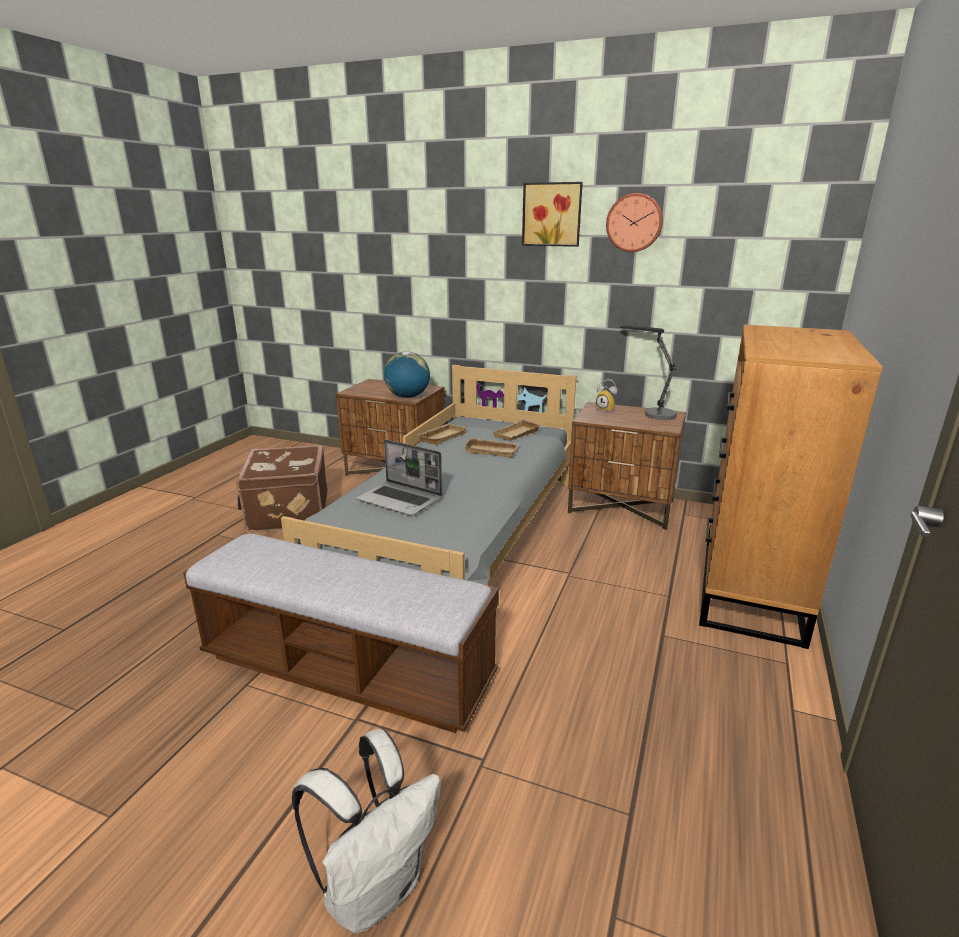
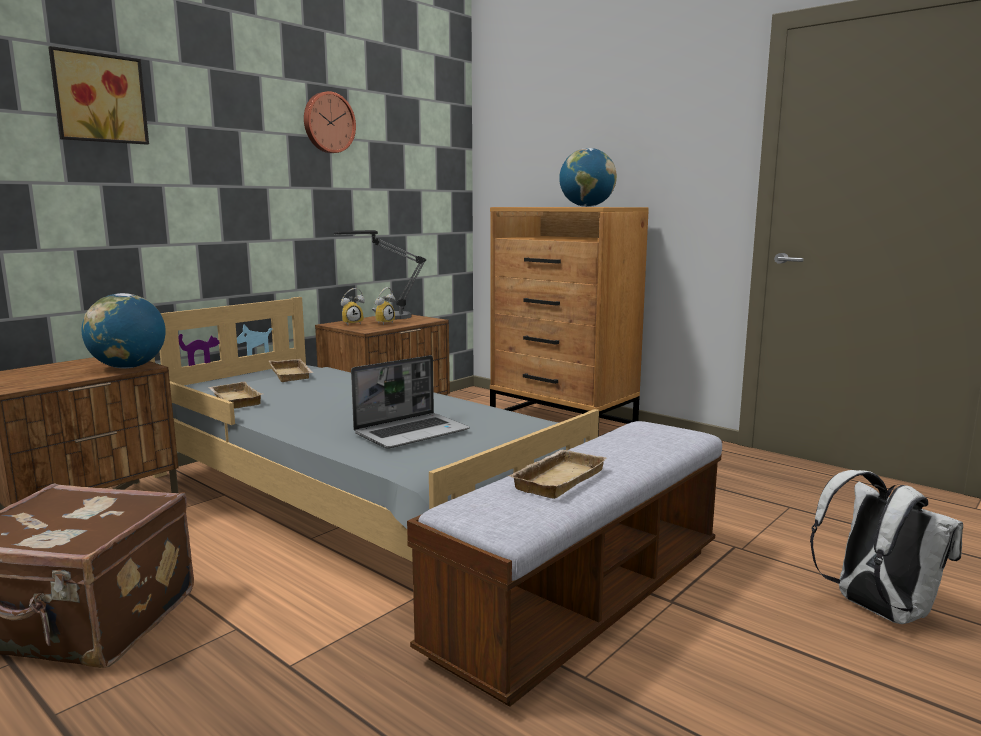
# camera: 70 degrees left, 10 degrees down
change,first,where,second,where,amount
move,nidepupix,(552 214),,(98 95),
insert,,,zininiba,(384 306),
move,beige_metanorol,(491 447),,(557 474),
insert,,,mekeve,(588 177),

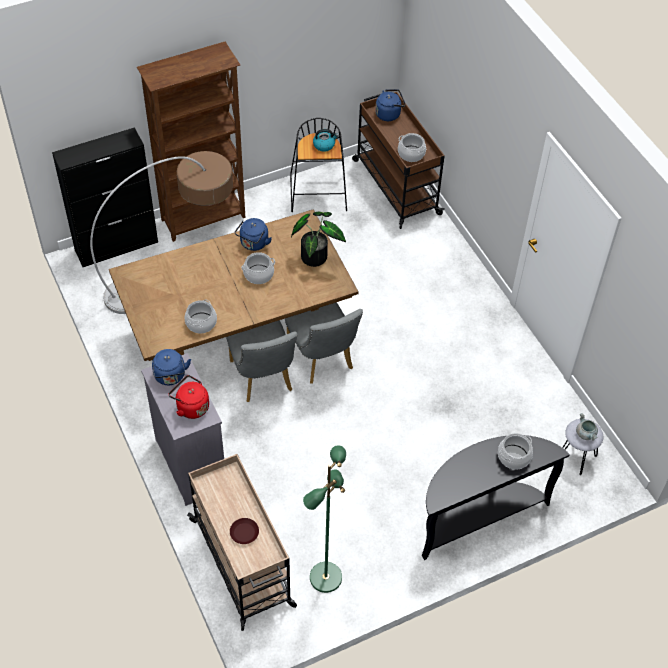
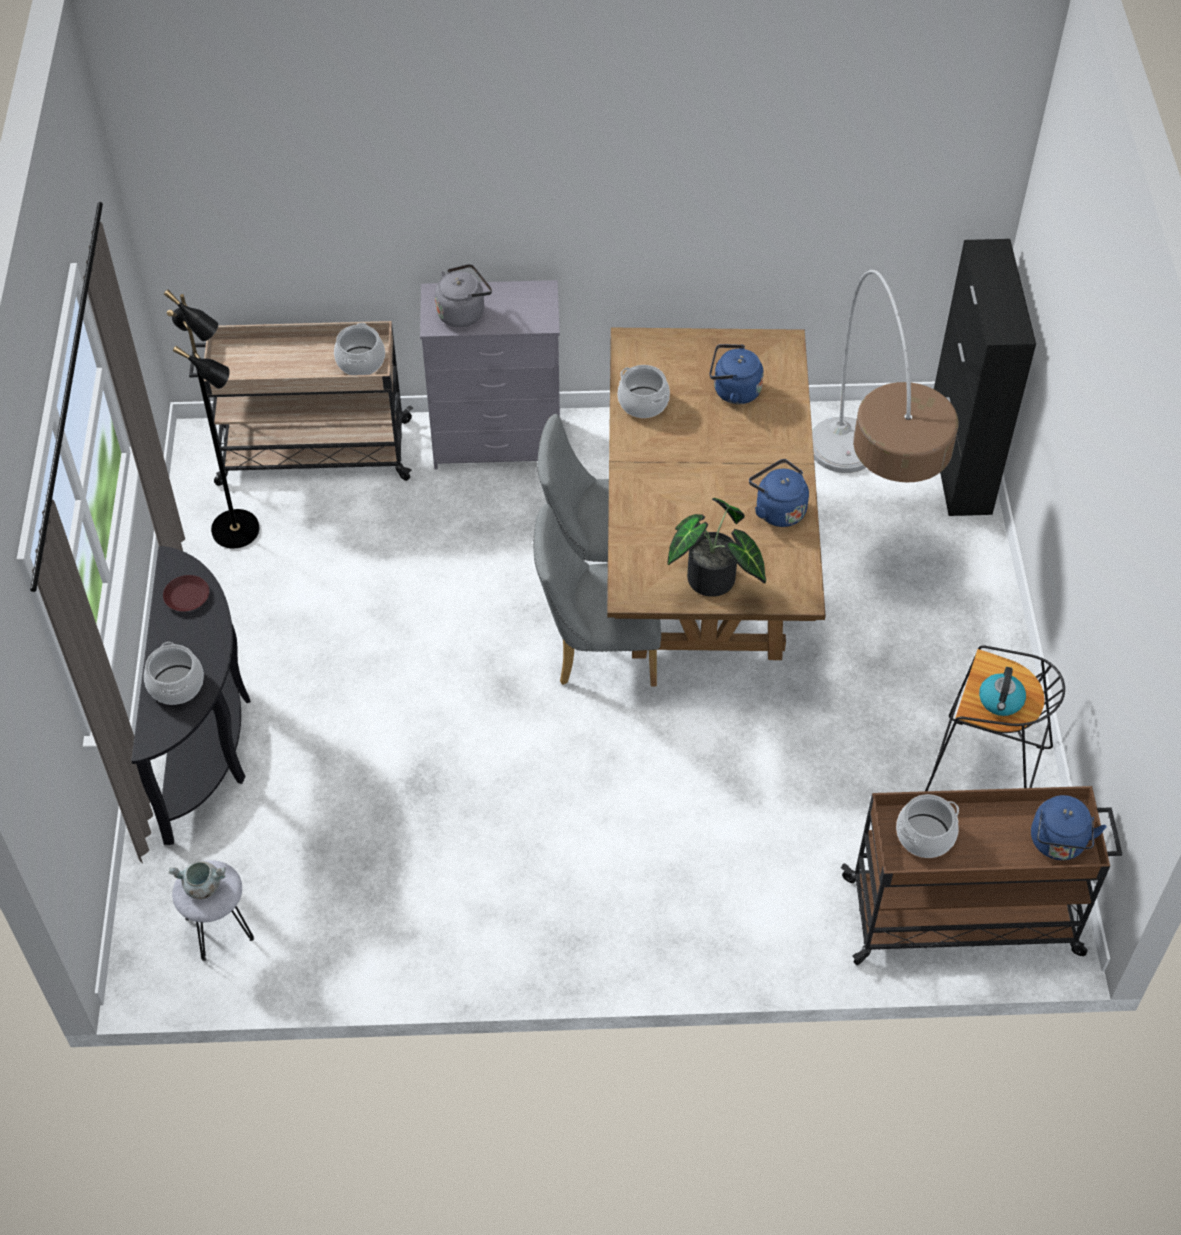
# camera: 115 degrees right, 0 degrees up
change,first,where,second,where,amount
move,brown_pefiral,(244 531),,(186 593),
recolor,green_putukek,(324 519),black_putukek,(211 419),
move,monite,(258 268),,(359 349),
recolor,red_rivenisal,(188 397),grey_rivenisal,(463 295),
move,blue_rivenisal,(171 367),,(737 374),
delete,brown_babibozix,(191 142),,,

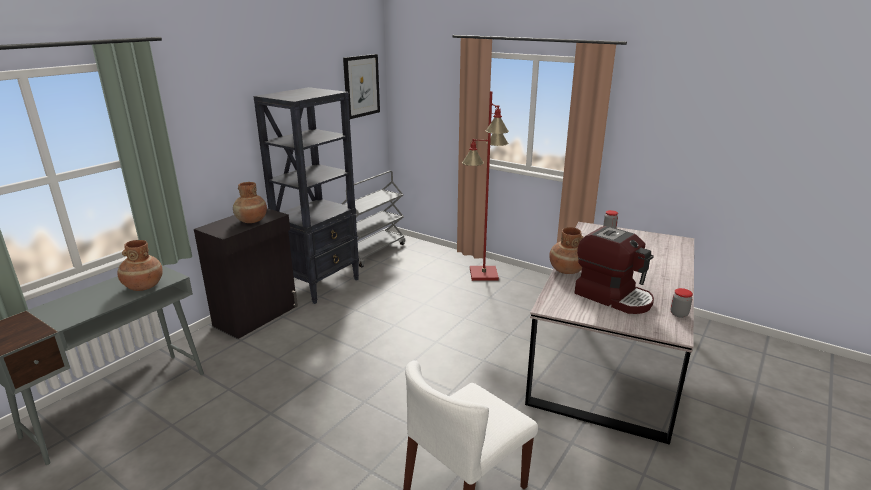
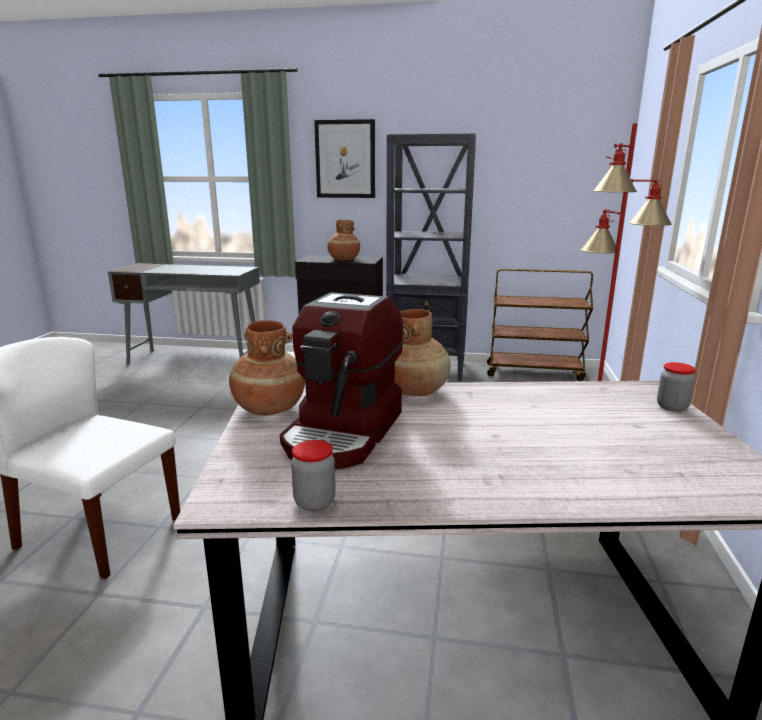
# camera: 65 degrees right, 5 degrees down
change,first,where,second,where,amount
move,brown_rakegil,(140 265),,(267 367),
move,nidepupix,(361 86),,(344 158),
recolor,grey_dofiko,(373 219),brown_dofiko,(540 325),

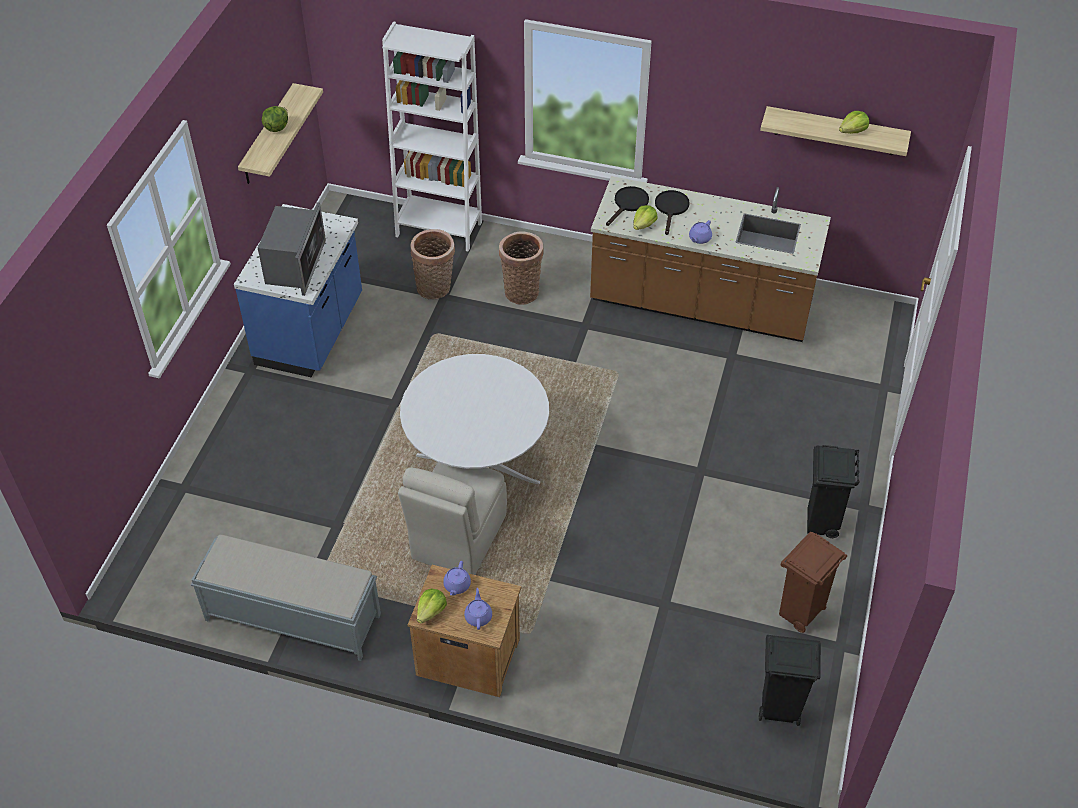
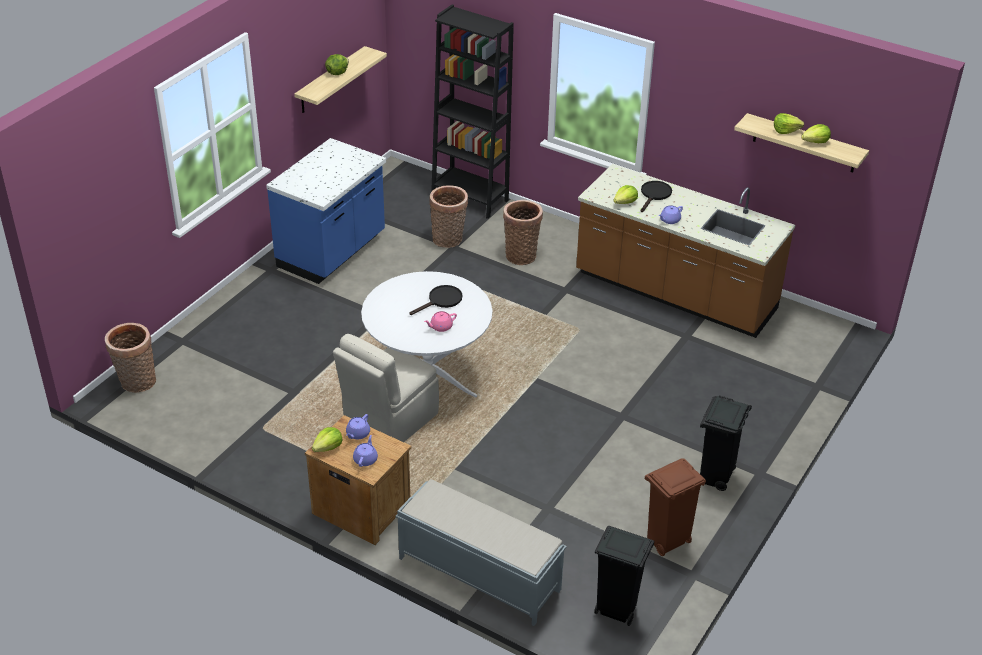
# camera: 15 degrees right, 10 degrees down
change,first,where,second,where,amount
insert,,,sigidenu,(130 358),
move,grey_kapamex,(286 598),,(481 552),
move,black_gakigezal,(627 206),,(435 300),
insert,,,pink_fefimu,(440 321),
recolor,white_babibozix,(432 136),black_babibozix,(472 112),
insert,,,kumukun,(789 123),
delete,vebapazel,(292 249),,,

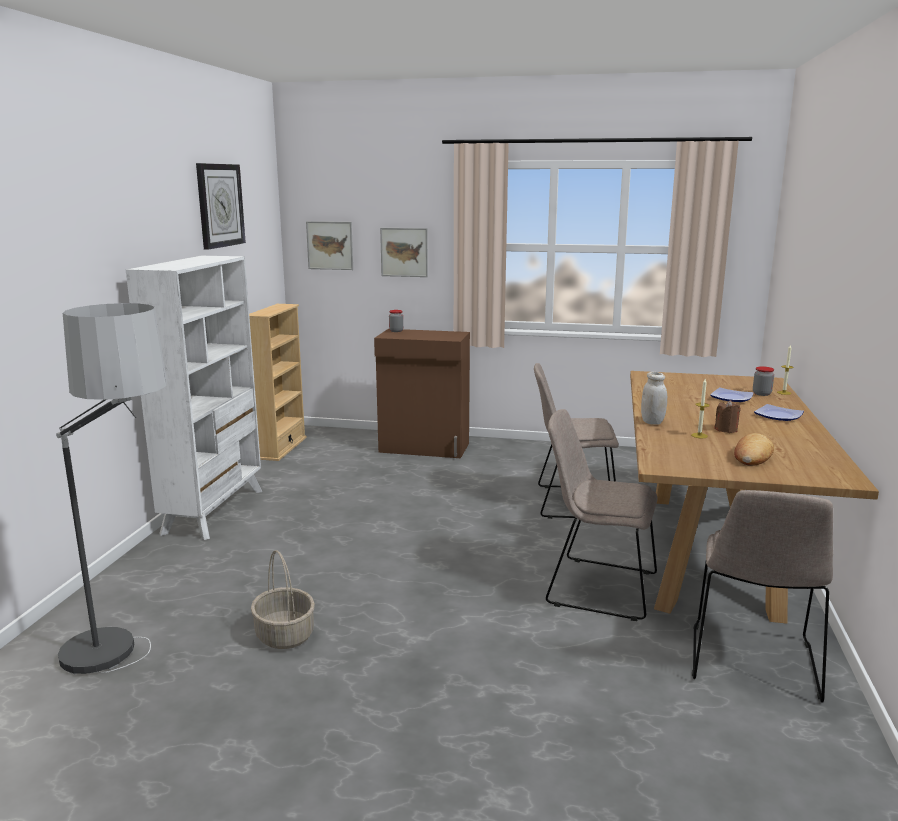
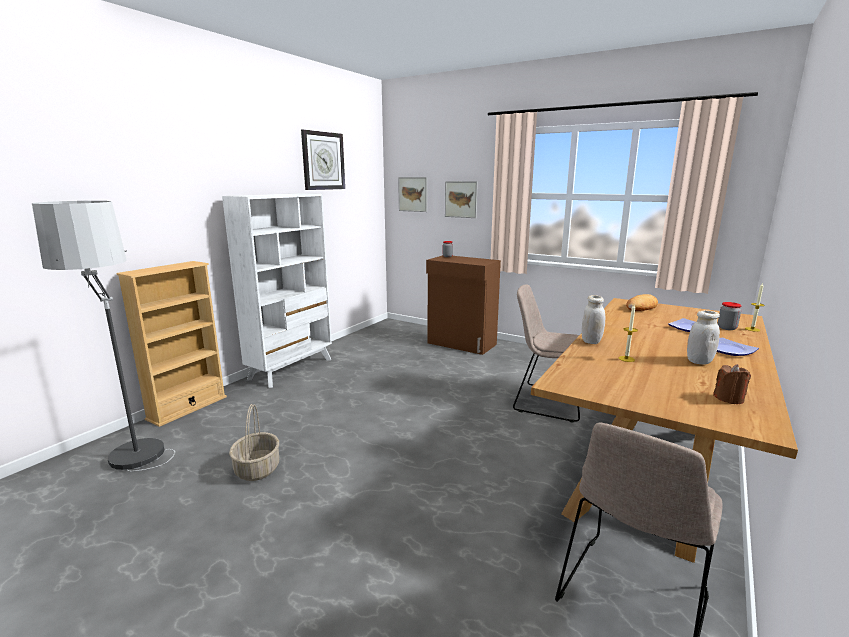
# camera: 20 degrees right, 0 degrees up
change,first,where,second,where,amount
move,beige_babibozix,(278 382),,(171 344),
move,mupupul,(754 449),,(642 302),
insert,,,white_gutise,(703 338),
move,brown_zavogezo,(727 416),,(732 384),
delete,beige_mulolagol,(602 515),,,

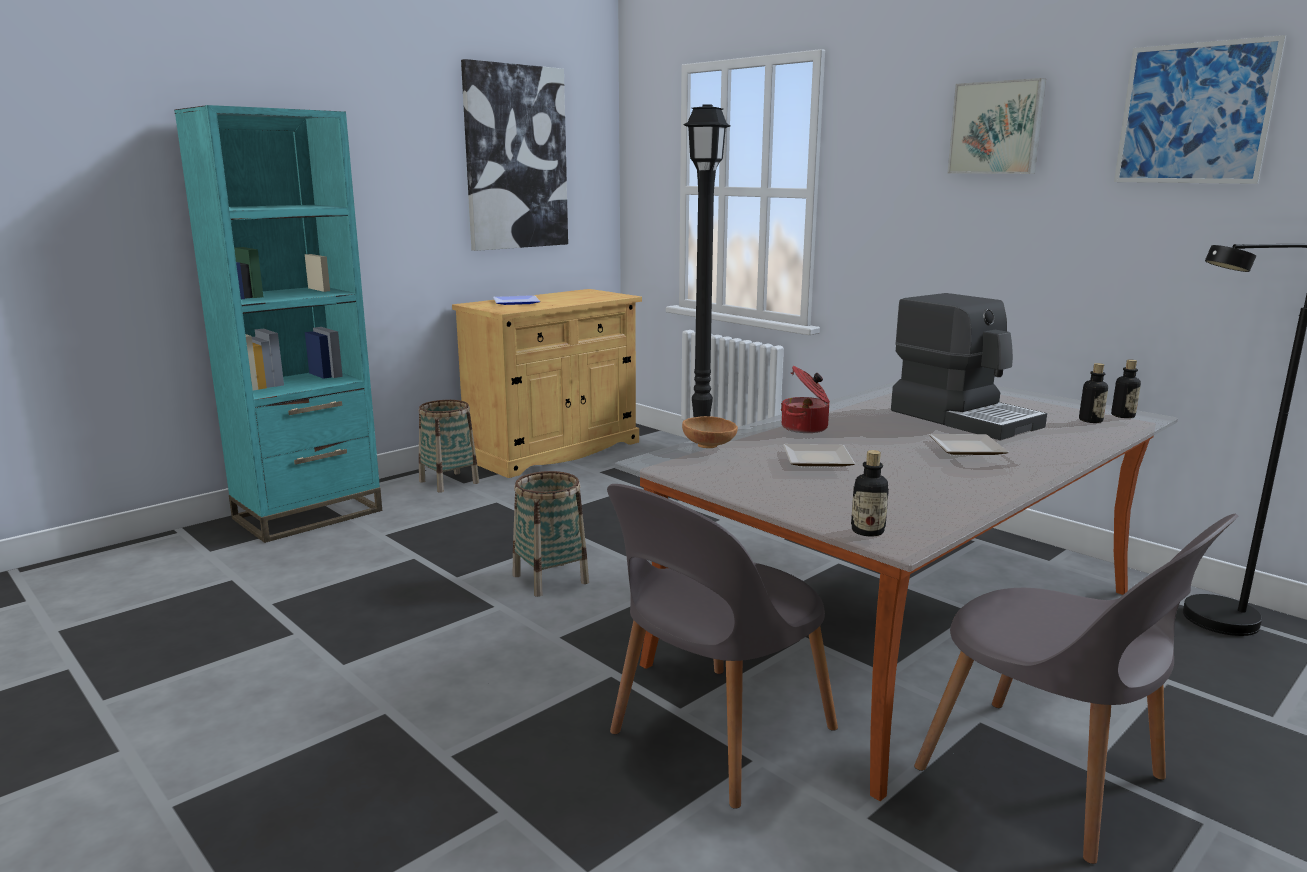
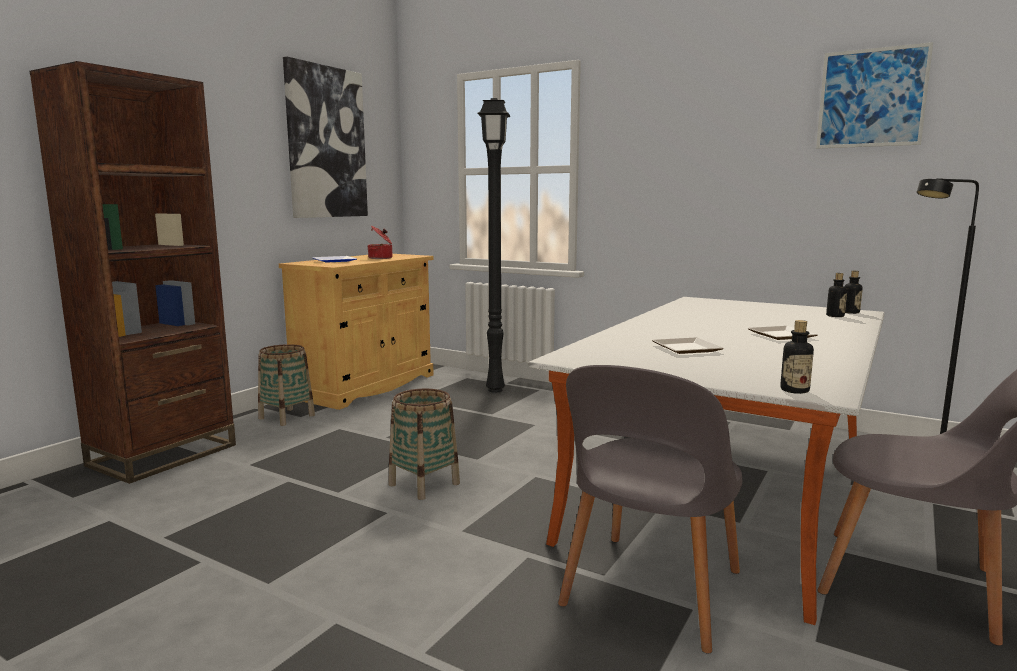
# camera: 15 degrees left, 5 degrees down
change,first,where,second,where,amount
recolor,turquoise_babibozix,(278 324),brown_babibozix,(132 272),
move,monite,(805 399),,(380 242),
delete,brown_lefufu,(710 432),,,
delete,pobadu,(969 366),,,
delete,nidepupix,(997 126),,,

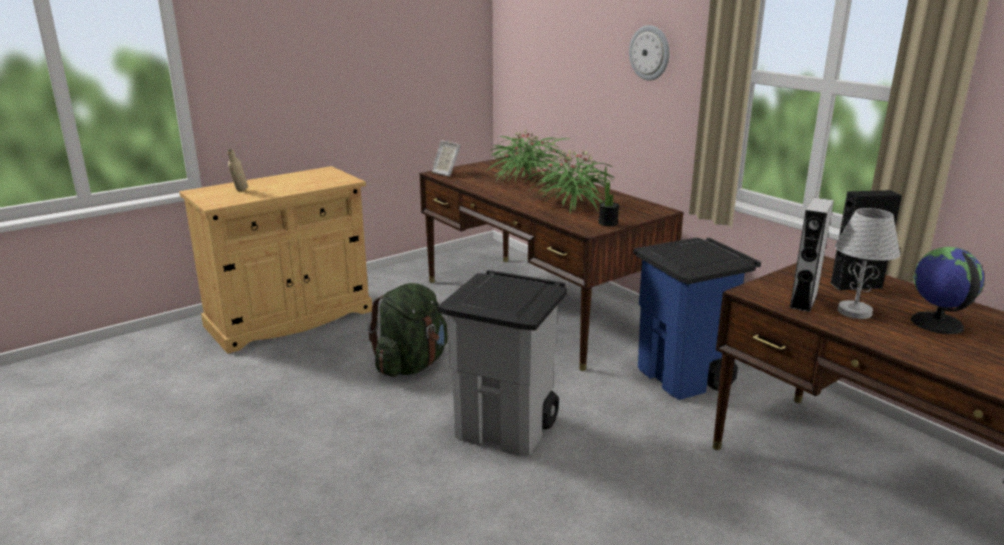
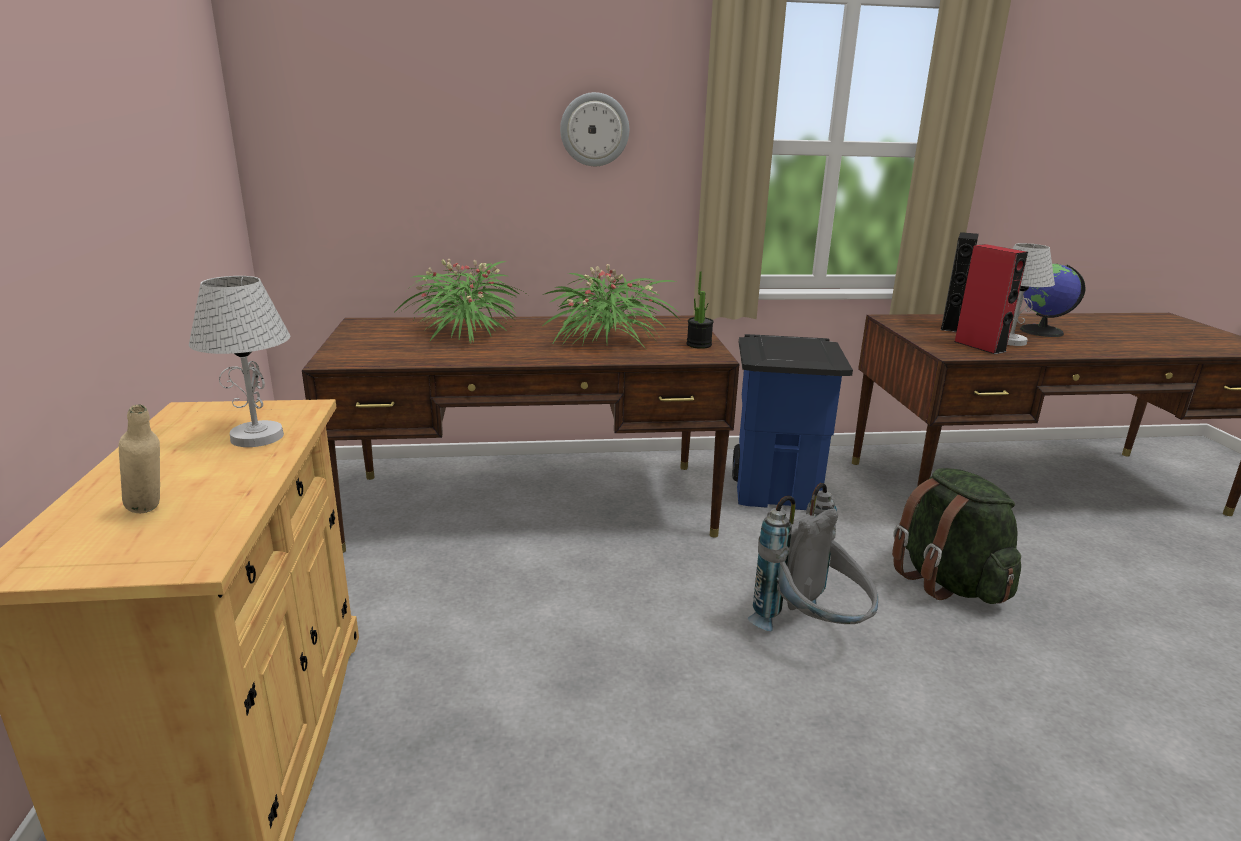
# camera: 60 degrees left, 0 degrees up
change,first,where,second,where,amount
insert,,,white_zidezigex,(239 361),
replace,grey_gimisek,(502 363),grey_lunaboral,(812 557),
move,green_lunaboral,(408 330),,(956 536),
recolor,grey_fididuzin,(811 254),red_fididuzin,(991 299),
delete,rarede,(446 158),,,

